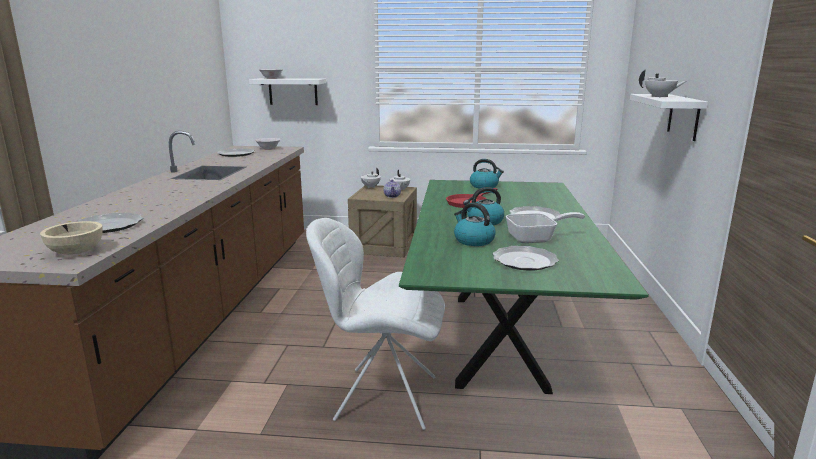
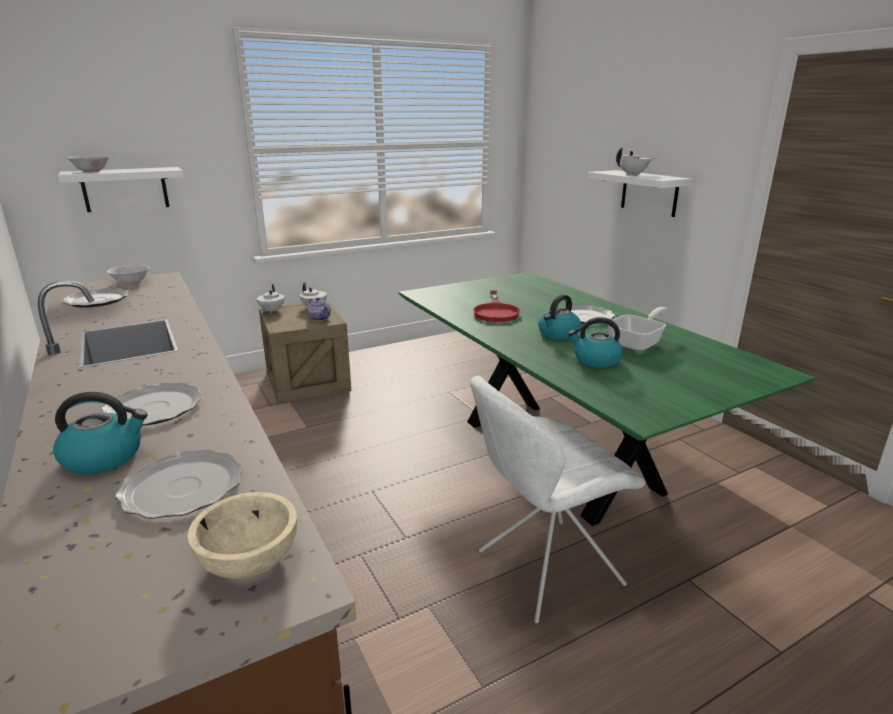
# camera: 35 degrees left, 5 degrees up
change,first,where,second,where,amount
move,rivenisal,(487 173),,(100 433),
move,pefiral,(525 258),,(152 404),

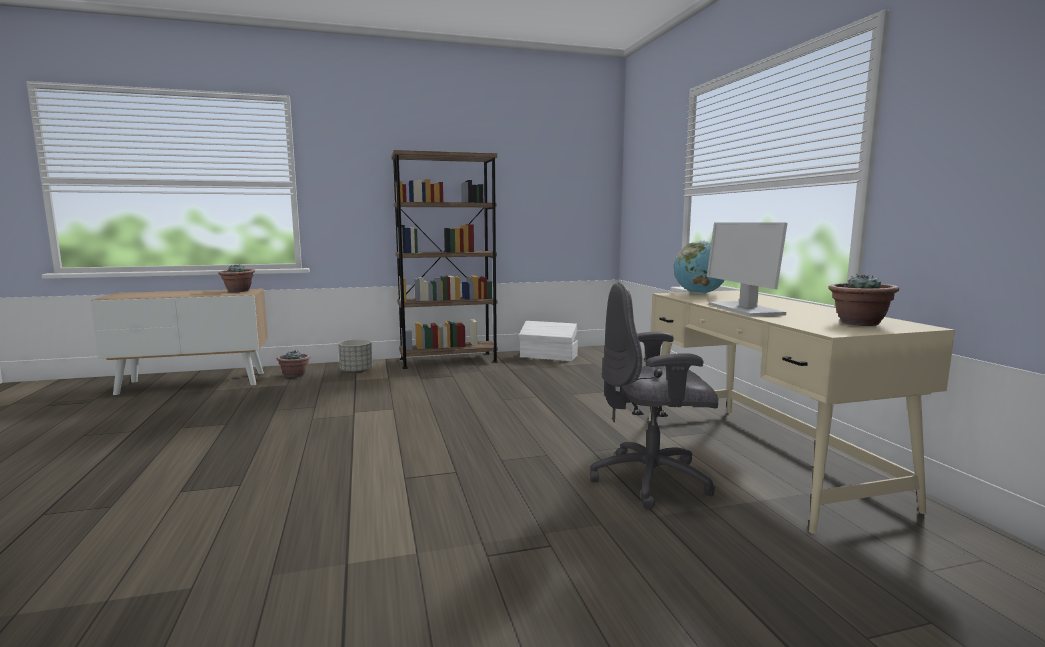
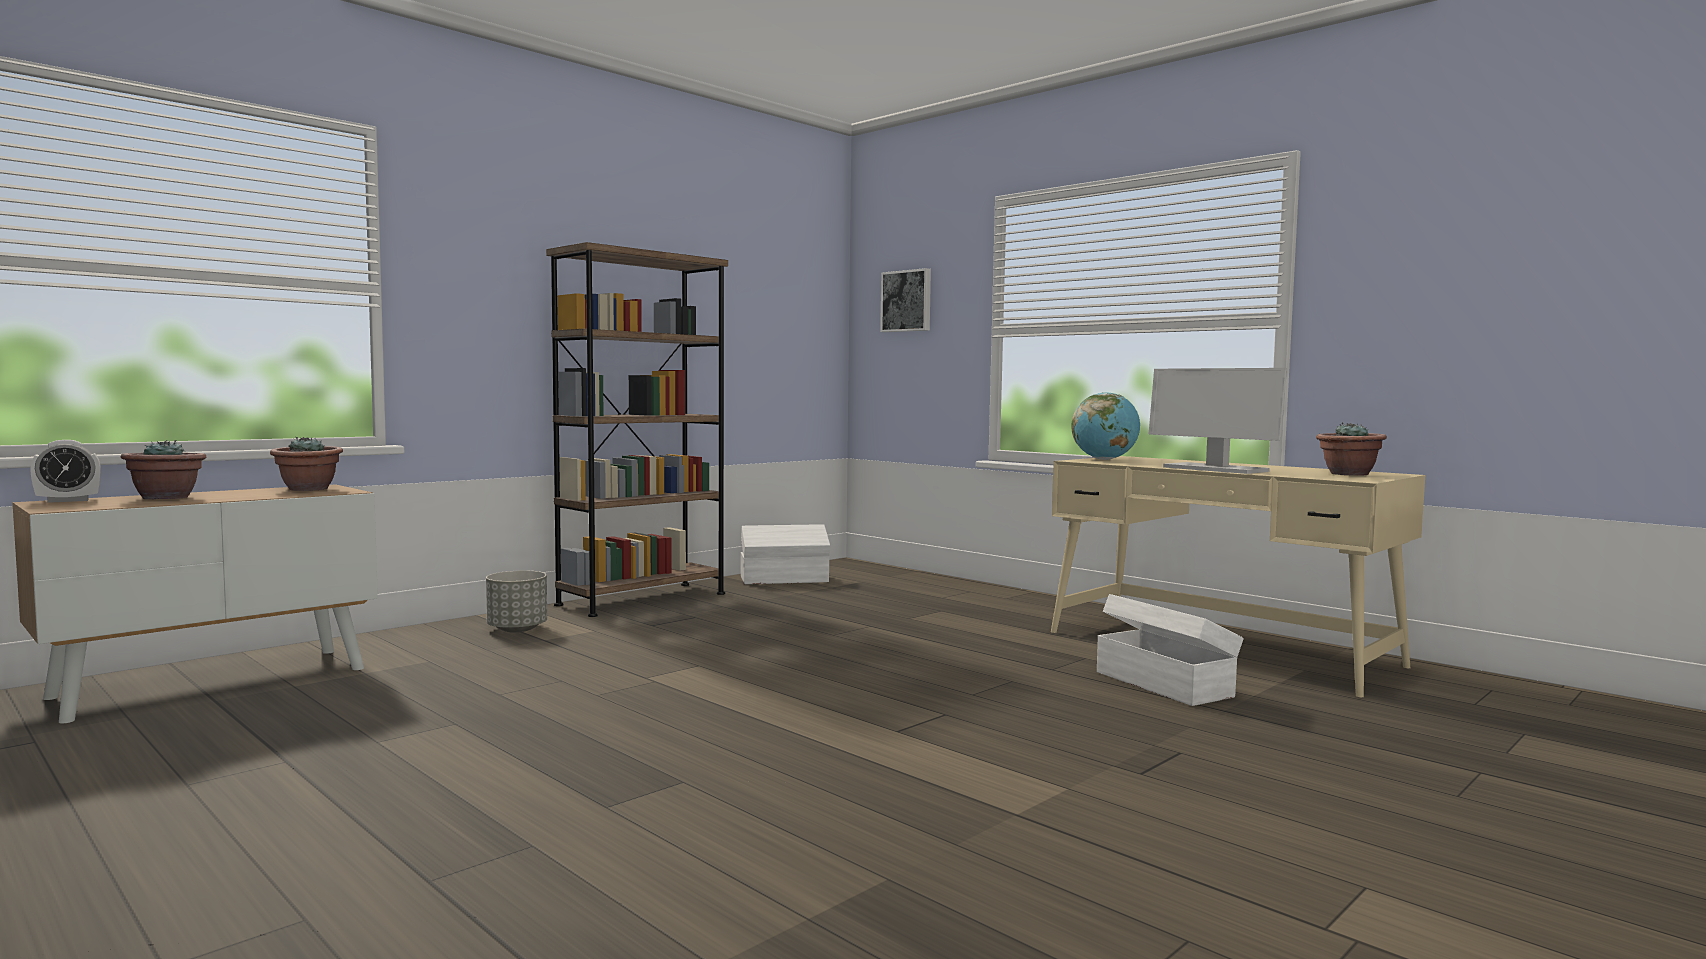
# camera: 30 degrees left, 5 degrees down
change,first,where,second,where,amount
insert,,,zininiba,(65 471),
move,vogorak,(294 364),,(163 469),
insert,,,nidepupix,(905 300),
replace,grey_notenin,(654 396),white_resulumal,(1170 650),

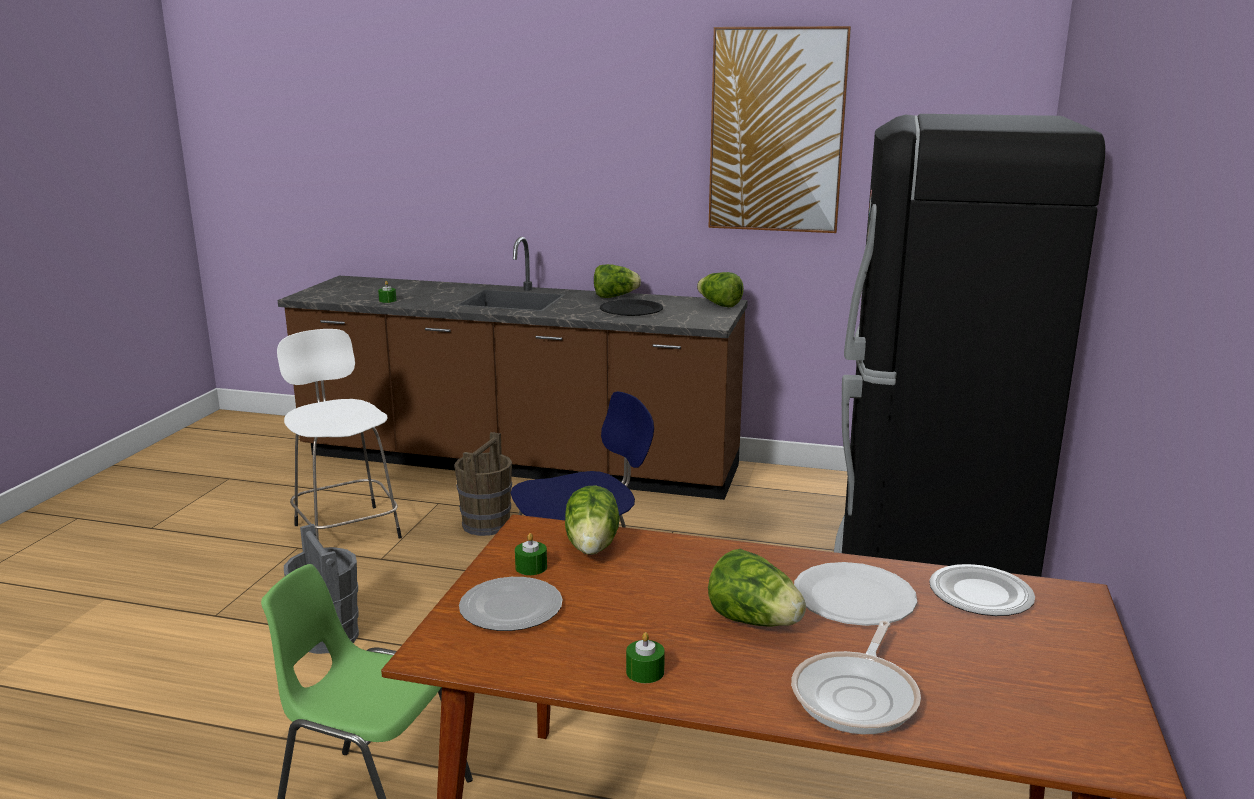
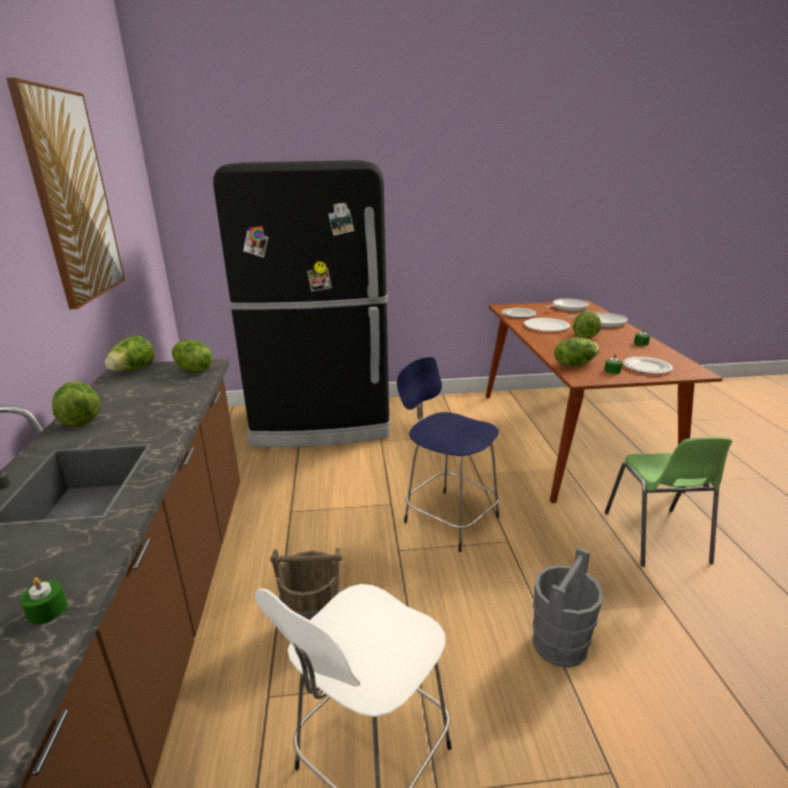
# camera: 110 degrees left, 5 degrees up
change,first,where,second,where,amount
insert,,,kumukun,(192 356),
insert,,,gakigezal,(566 305),
delete,black_pefiral,(631 307),,,

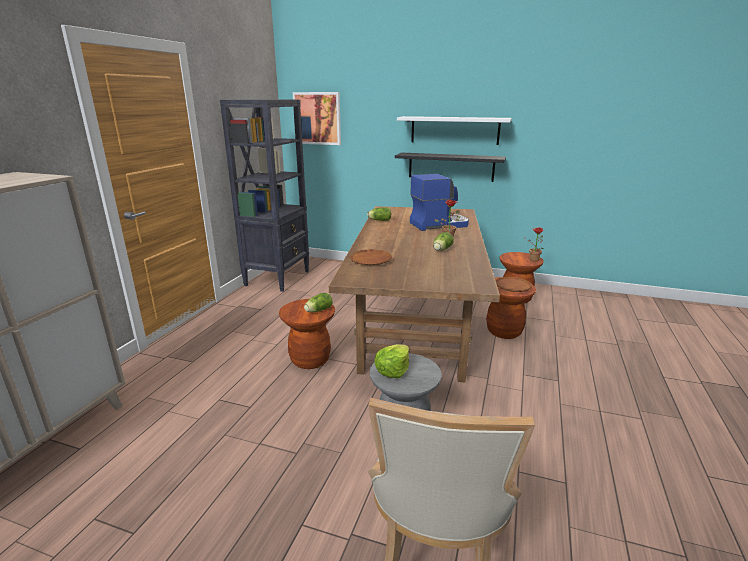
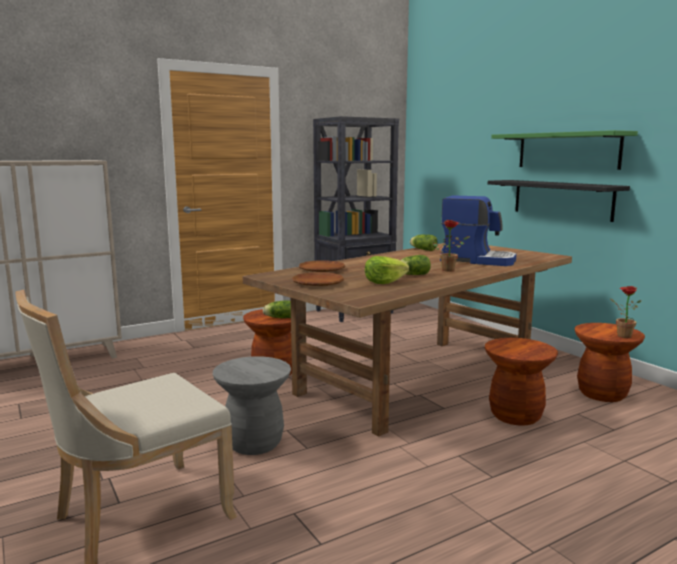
# camera: 40 degrees right, 10 degrees down
change,first,where,second,where,amount
move,brown_pefiral,(514 284),,(318 279),
move,kumukun,(391 361),,(387 270),
recolor,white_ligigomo,(454 130),green_ligigomo,(564 150),
delete,nidepupix,(317 118),,,

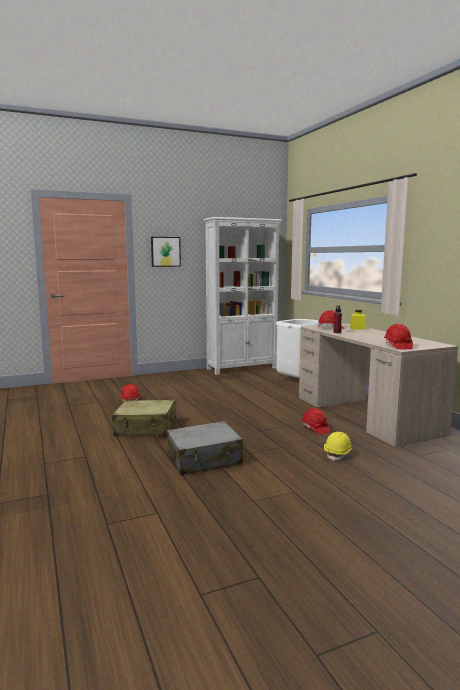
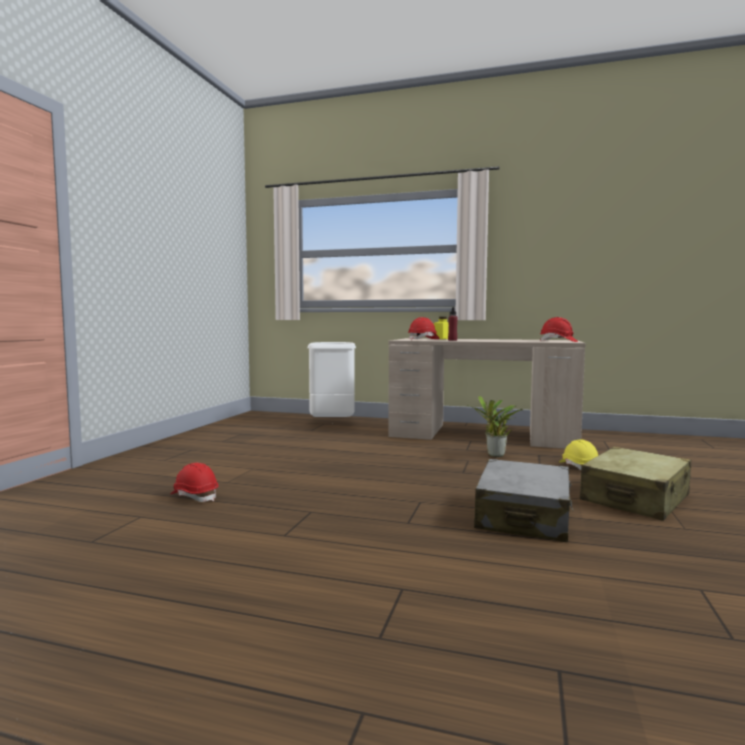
# camera: 50 degrees left, 5 degrees down
change,first,where,second,where,amount
replace,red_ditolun,(316 421),vogorak,(495 426),
move,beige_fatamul,(144 418),,(636 484),
delete,nidepupix,(166 252),,,
delete,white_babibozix,(243 296),,,

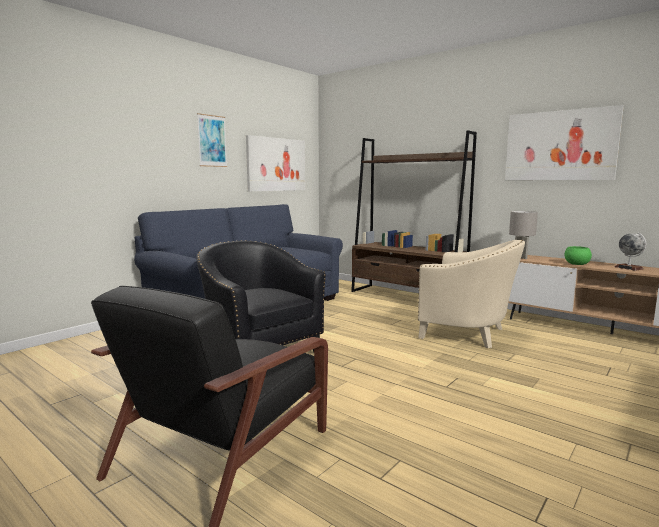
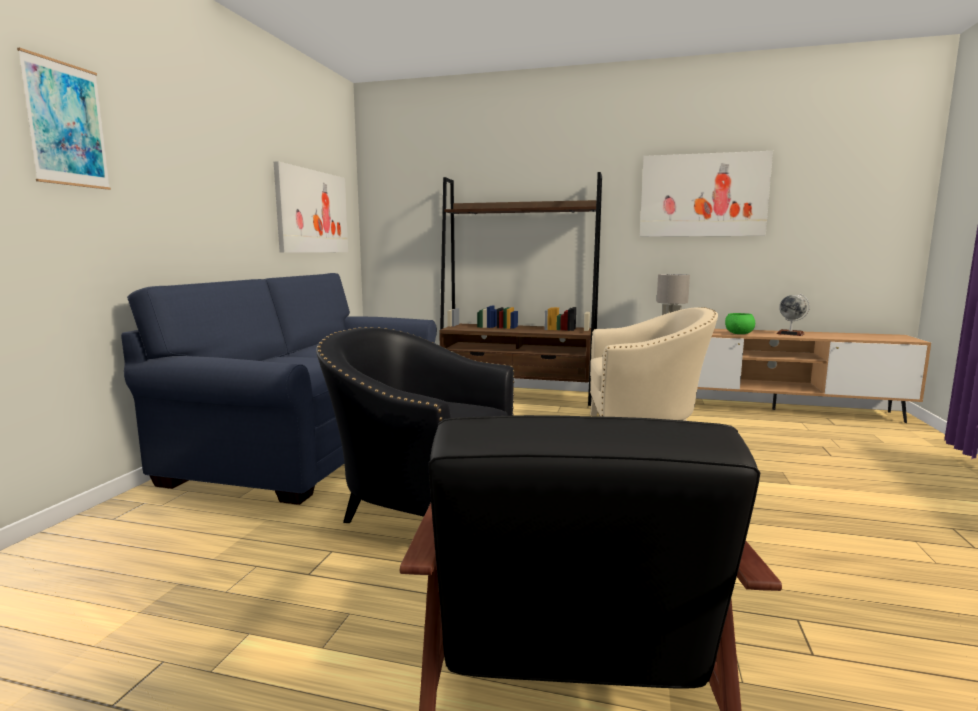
# camera: 25 degrees left, 0 degrees up
change,first,where,second,where,amount
move,nidepupix,(212 140),,(64 119),

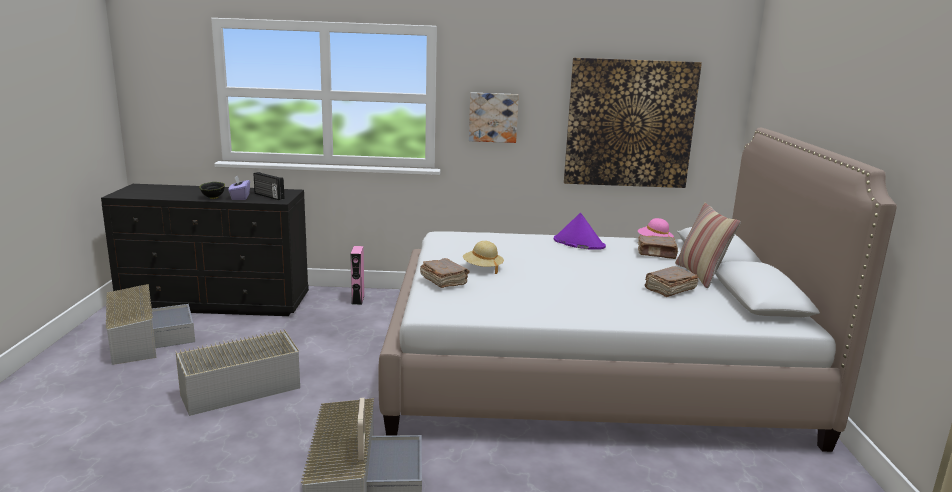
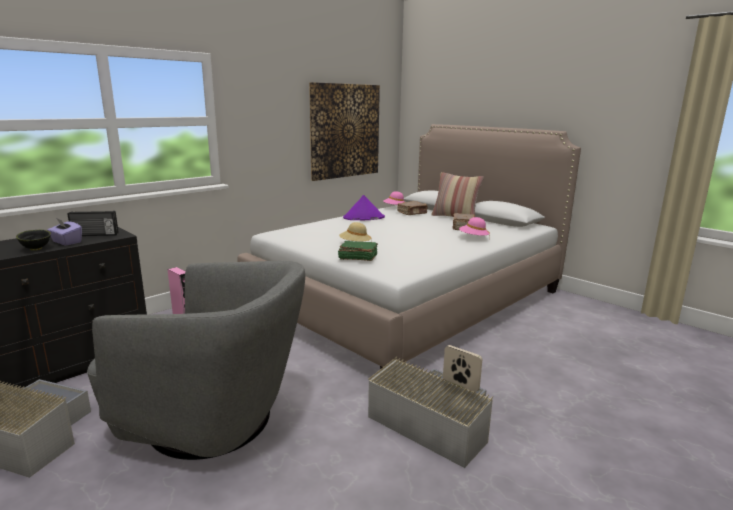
# camera: 45 degrees left, 0 degrees up
change,first,where,second,where,amount
replace,grey_resulumal,(237 372),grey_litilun,(196 360),
recolor,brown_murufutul,(444 273),green_murufutul,(358 251),
insert,,,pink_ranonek,(474 228),
delete,nidepupix,(494 117),,,

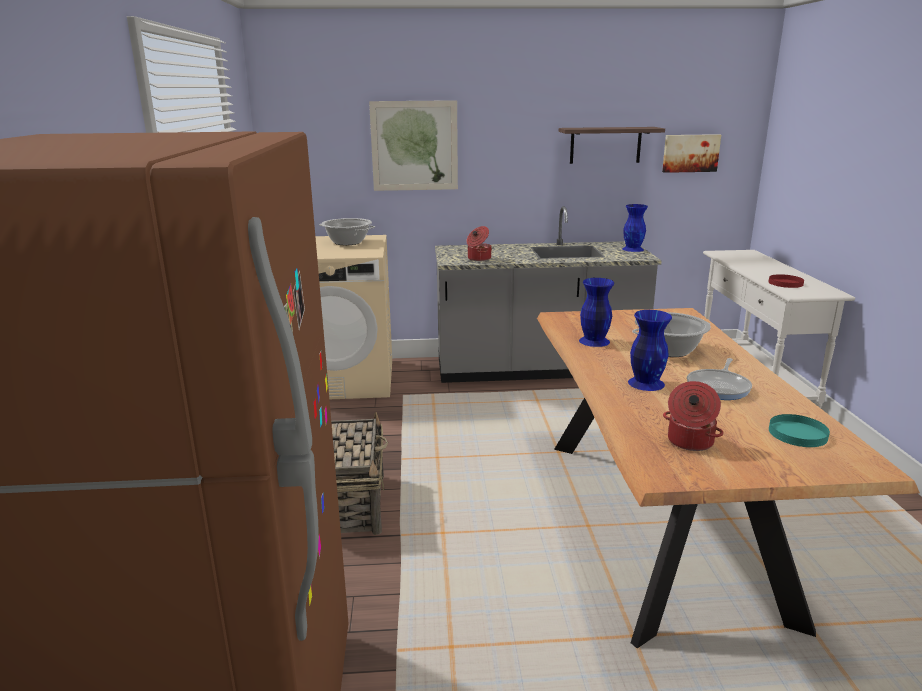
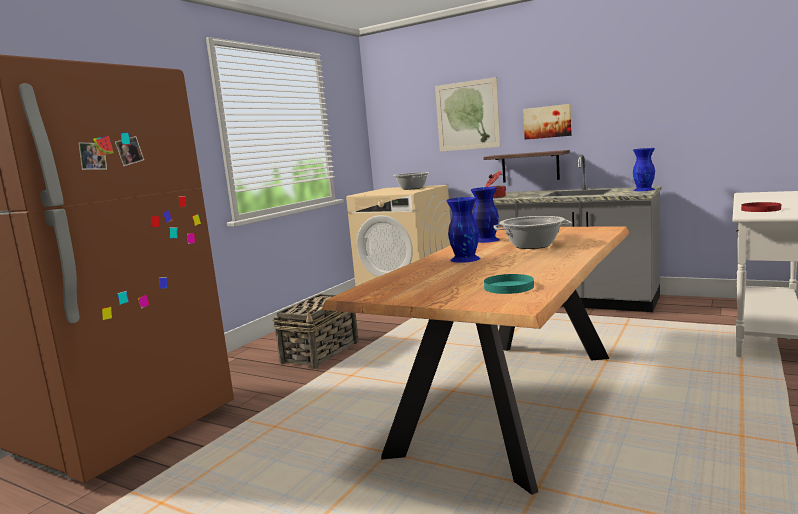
# camera: 35 degrees right, 10 degrees down
change,first,where,second,where,amount
move,ligigomo,(612 145),,(526 166),
move,nidepupix,(691 153),,(547 122),
delete,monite,(693 416),,,
delete,gakigezal,(719 379),,,

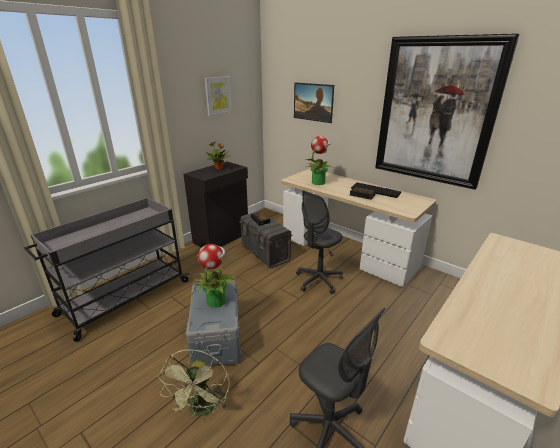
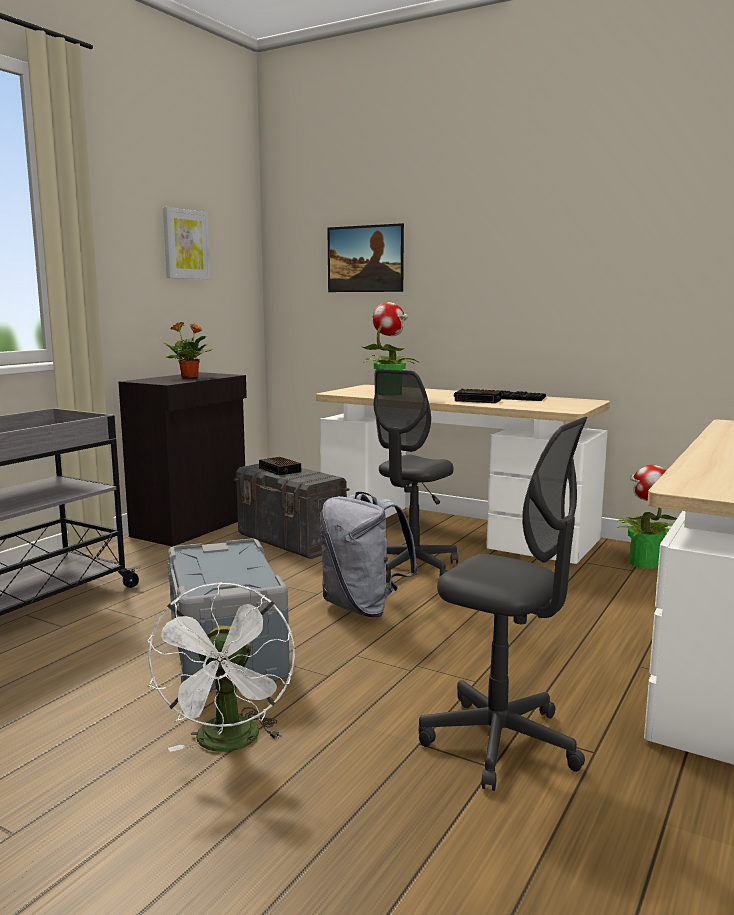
# camera: 10 degrees left, 15 degrees down
change,first,where,second,where,amount
recolor,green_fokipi,(194 382),white_fokipi,(221 667),
insert,,,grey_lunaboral,(369 554),
move,vogorak,(214 276),,(647 517),
delete,nidepupix,(447 111),,,

